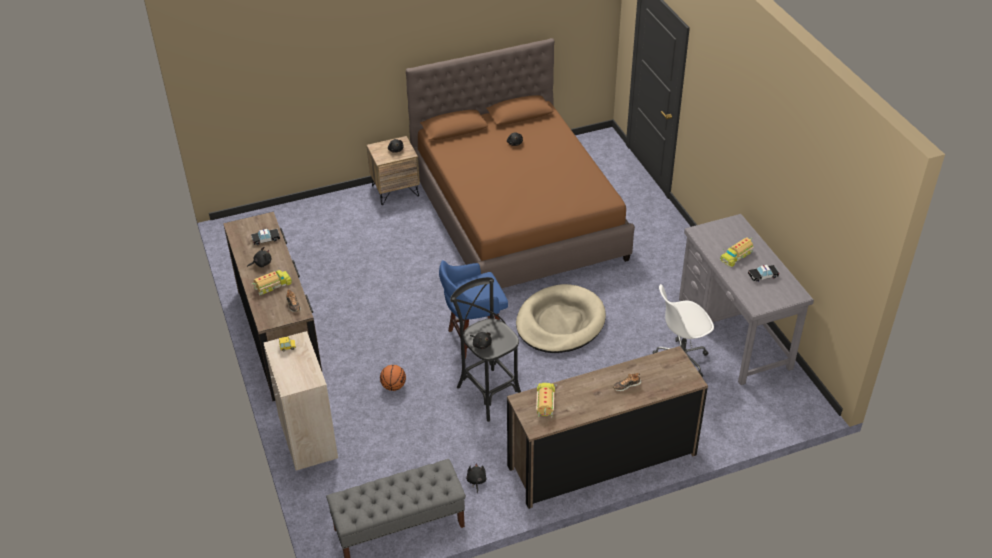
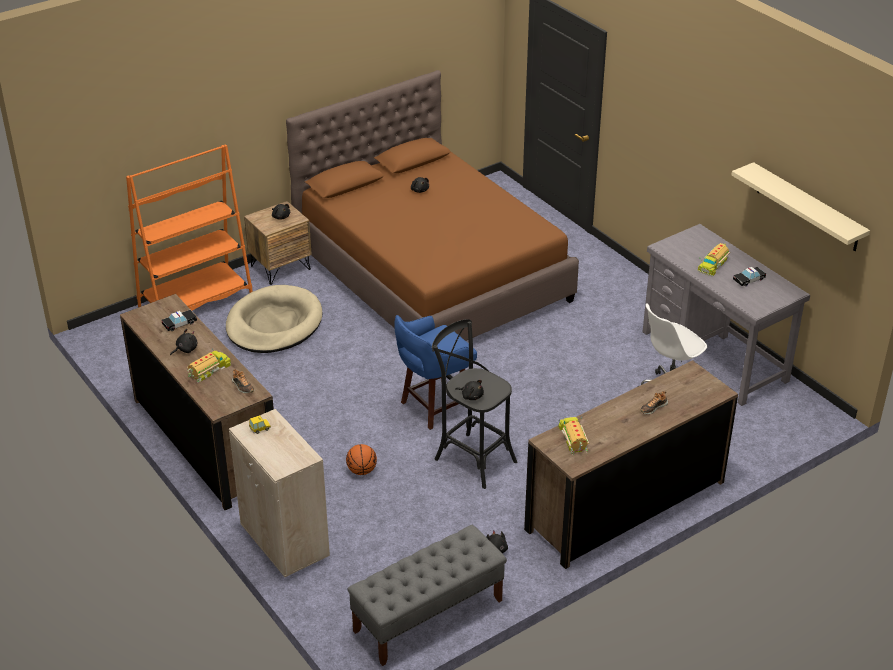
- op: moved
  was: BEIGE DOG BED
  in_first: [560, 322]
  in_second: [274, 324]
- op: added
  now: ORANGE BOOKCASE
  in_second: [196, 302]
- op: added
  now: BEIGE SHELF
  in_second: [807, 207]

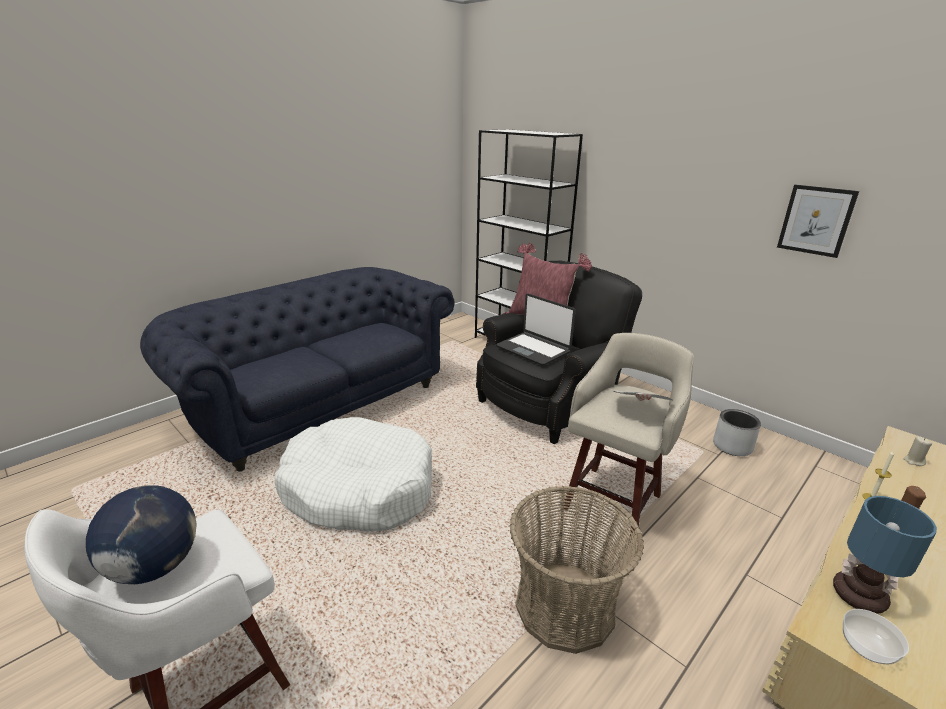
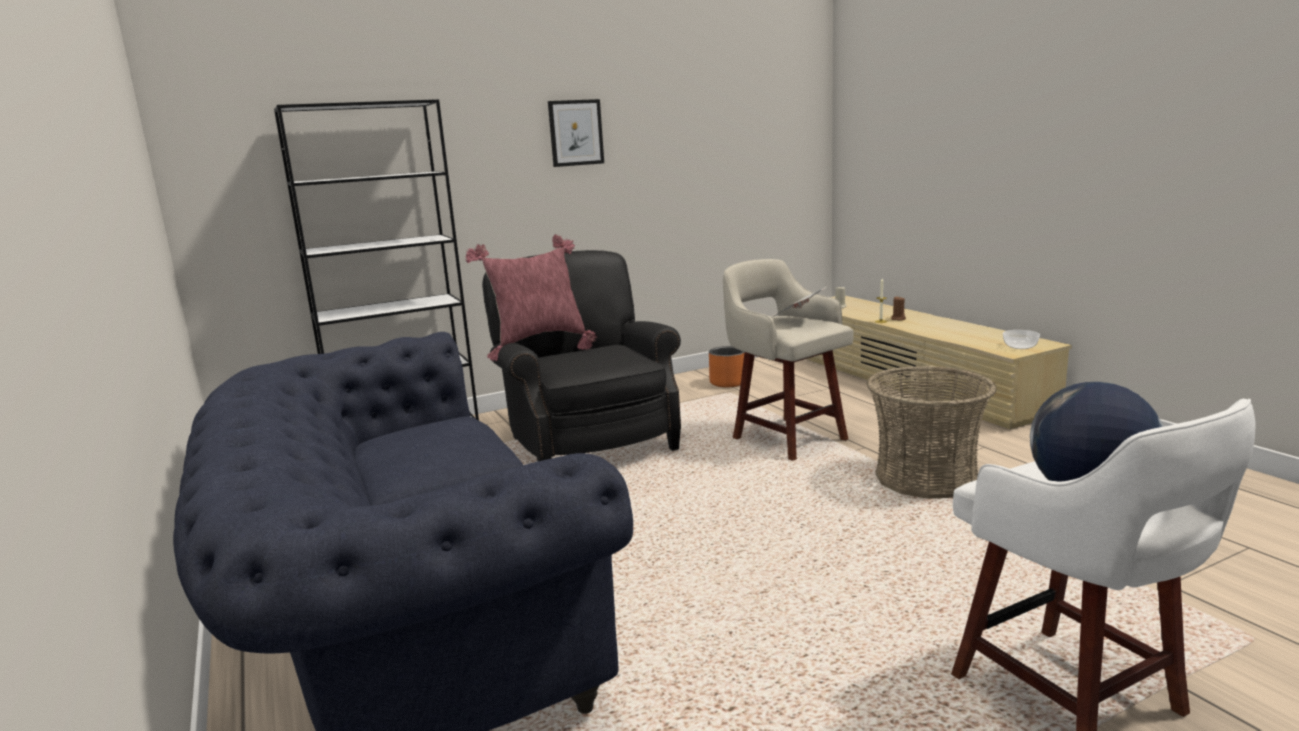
- op: moved
  was: PICTURE
  in_first: [816, 220]
  in_second: [576, 133]
- op: removed
  was: LAPTOP
  in_first: [533, 349]
- op: recoloured
  was: GREY PLANTER
  now: ORANGE PLANTER
  in_first: [732, 446]
  in_second: [728, 382]
- op: removed
  was: WHITE DOG BED
  in_first: [358, 488]
- op: removed
  was: TABLE LAMP
  in_first: [860, 596]

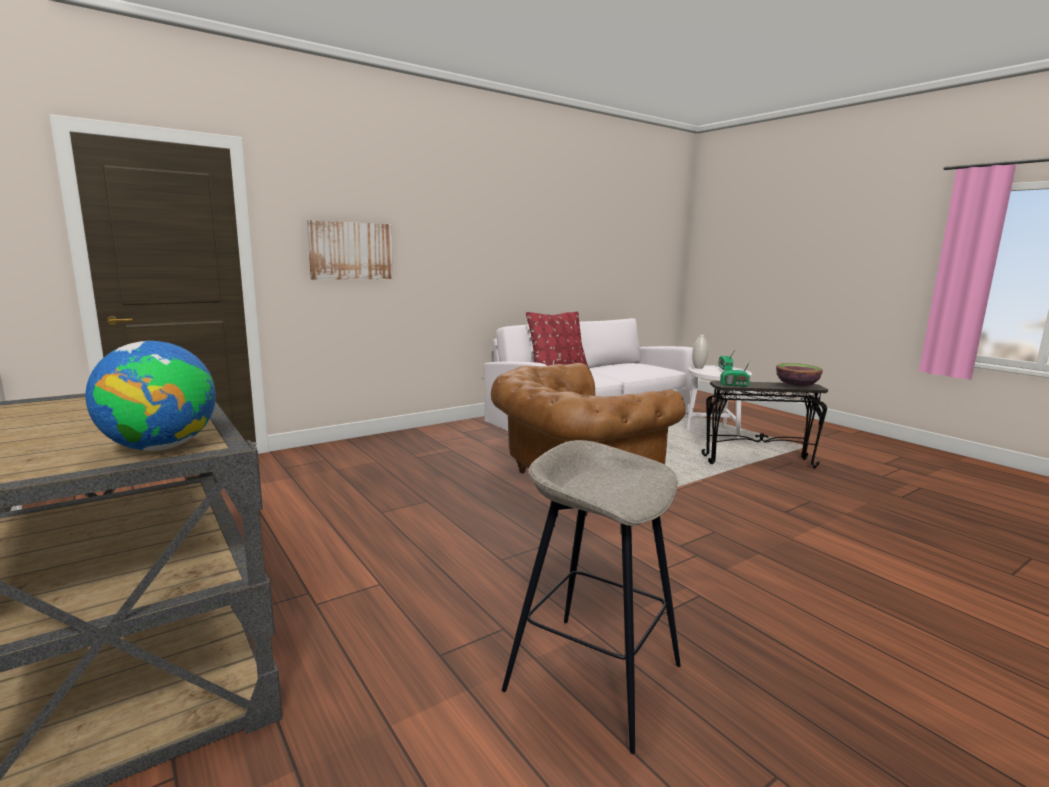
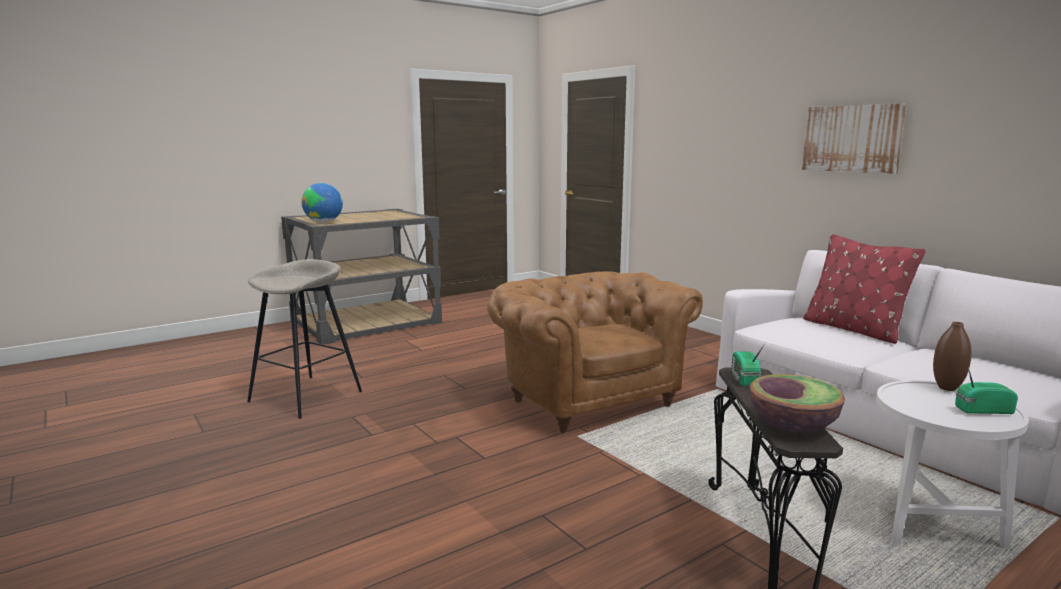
- op: moved
  was: PICTURE
  in_first: [351, 251]
  in_second: [852, 139]
- op: recoloured
  was: WHITE VASE
  now: BROWN VASE
  in_first: [698, 368]
  in_second: [947, 388]

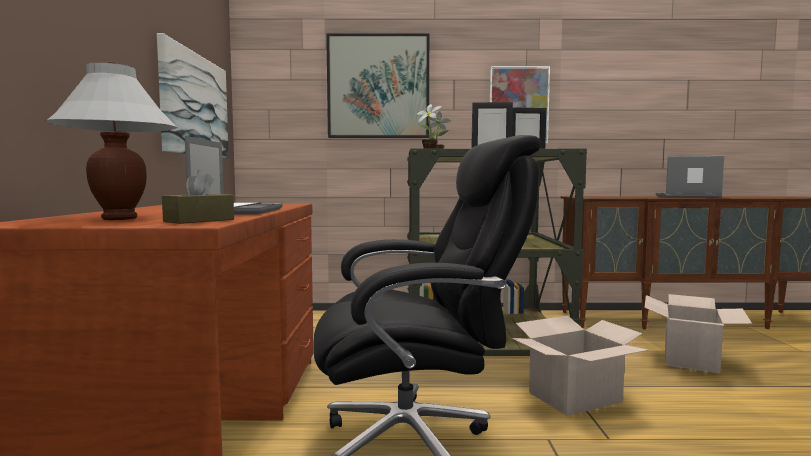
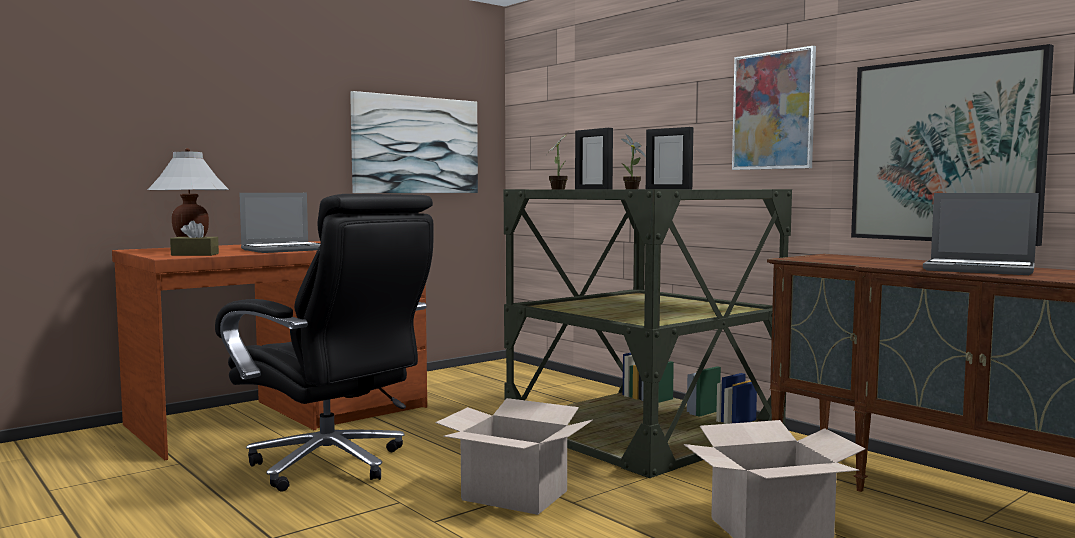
- op: moved
  was: PICTURE
  in_first: [378, 87]
  in_second: [945, 150]
- op: turned
  was: LAPTOP
  in_first: [686, 197]
  in_second: [980, 269]
  clockwise: 150

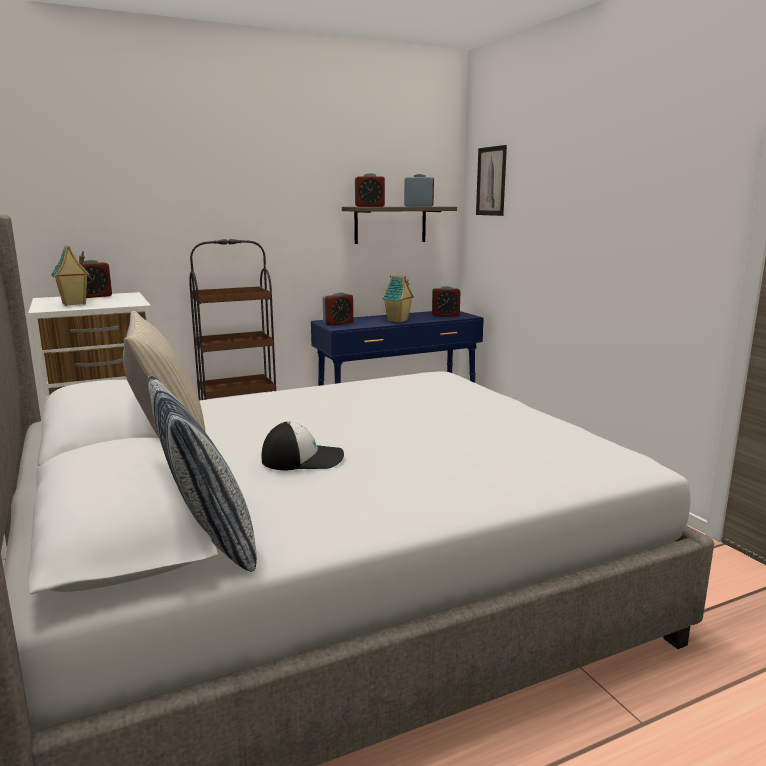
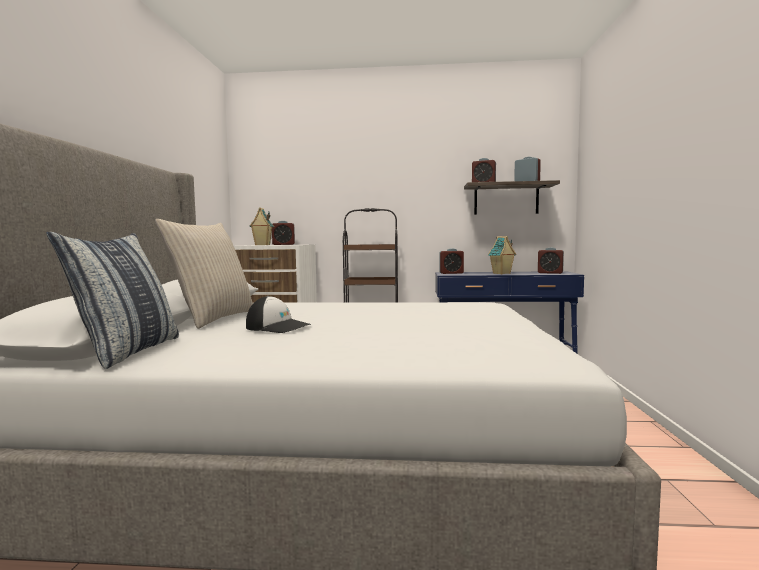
- op: removed
  was: PICTURE
  in_first: [491, 181]

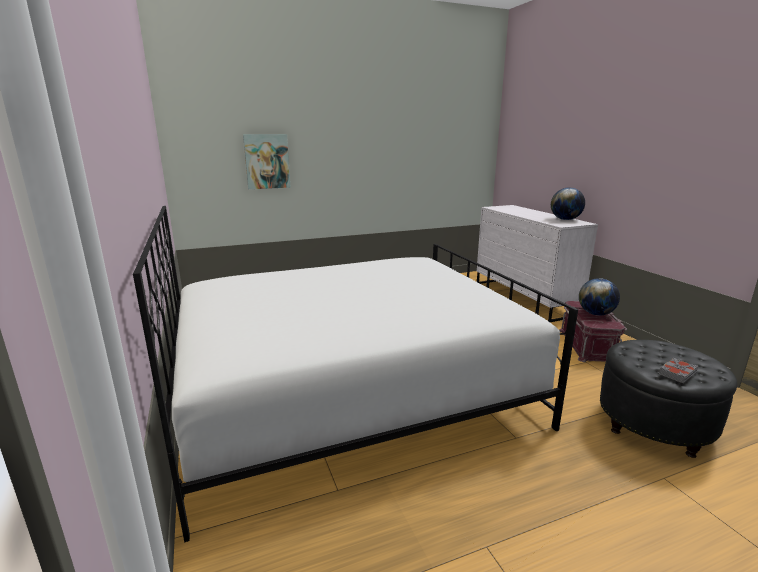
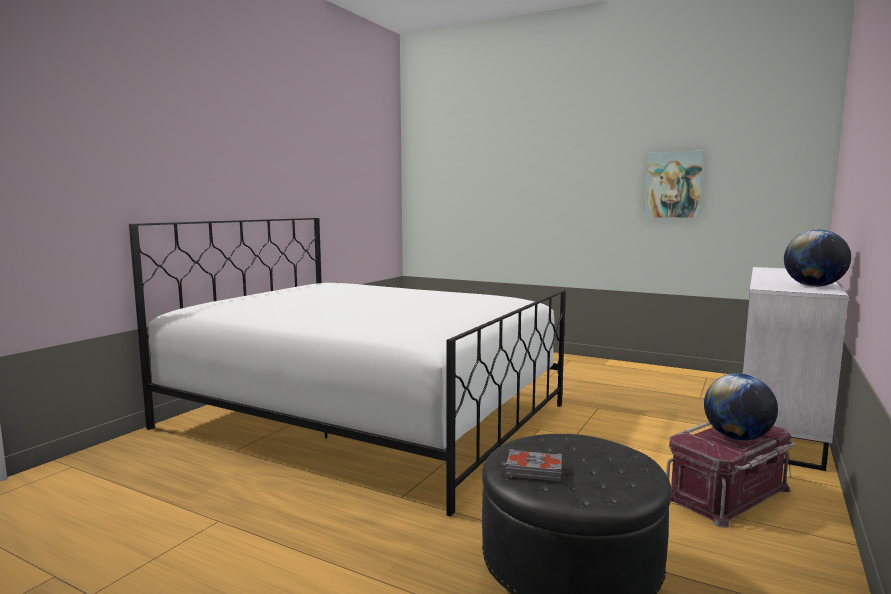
- op: moved
  was: PICTURE
  in_first: [267, 161]
  in_second: [673, 185]

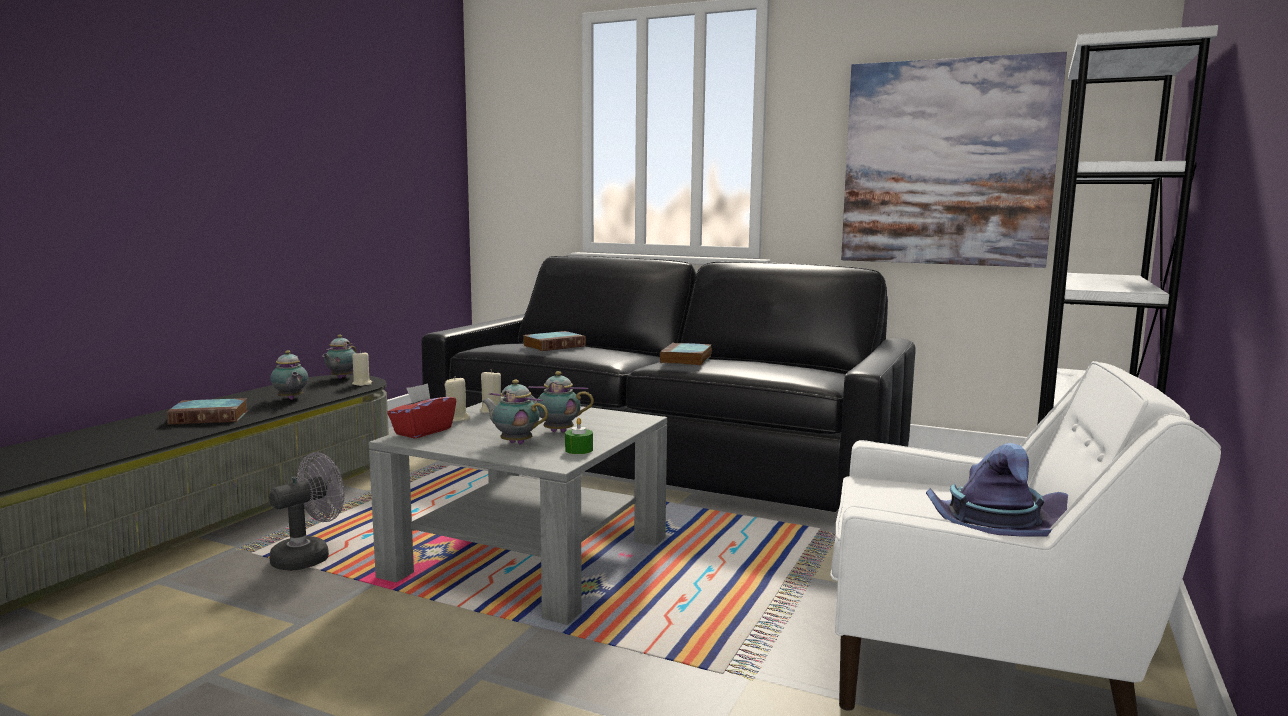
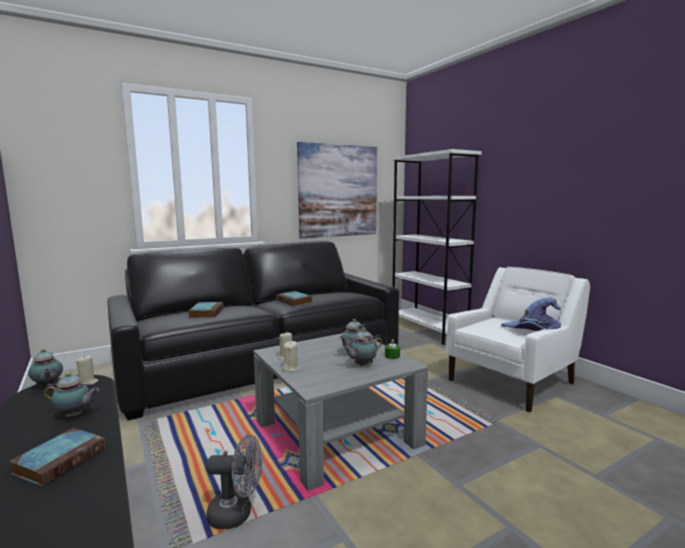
- op: removed
  was: RED TISSUE BOX
  in_first: [422, 431]
- op: turned
  was: GREY FAN
  in_first: [309, 557]
  in_second: [237, 514]
  clockwise: 105

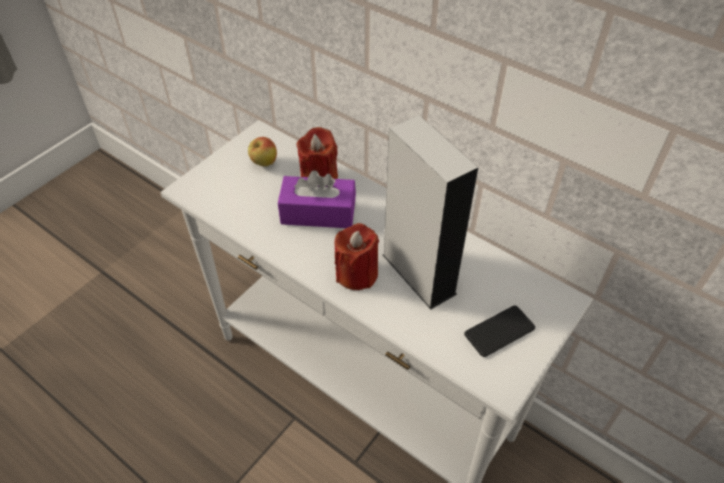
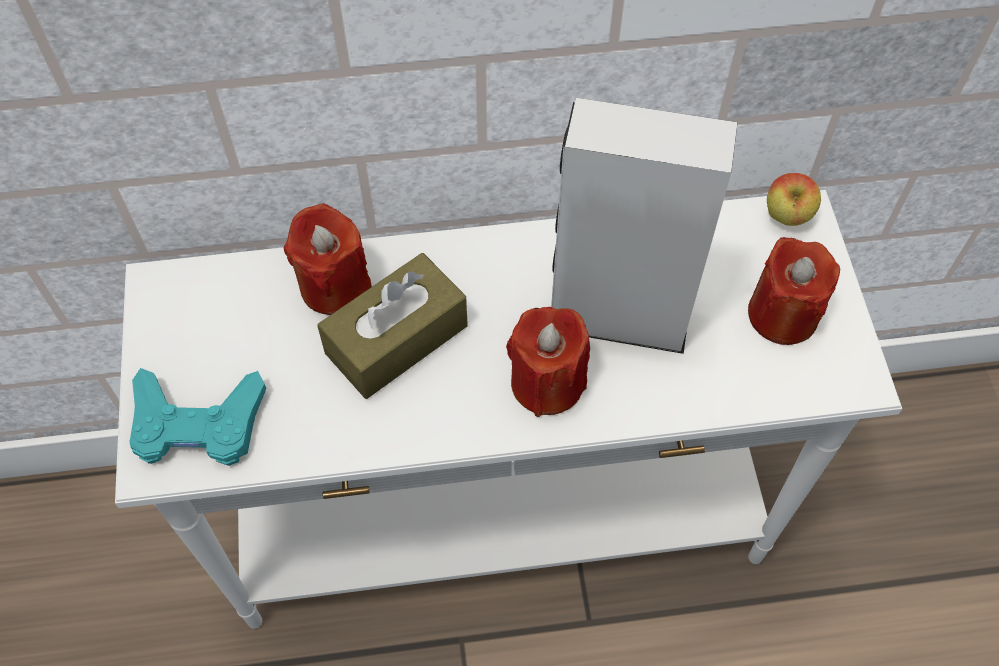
- op: moved
  was: APPLE
  in_first: [264, 163]
  in_second: [786, 217]
- op: recoloured
  was: PURPLE TISSUE BOX
  now: BROWN TISSUE BOX
  in_first: [318, 213]
  in_second: [396, 339]
- op: replaced
  was: PHONE
  now: RED CANDLE
  in_first: [499, 331]
  in_second: [782, 315]
- op: added
  now: TURQUOISE GAME CONTROLLER
  in_second: [197, 424]

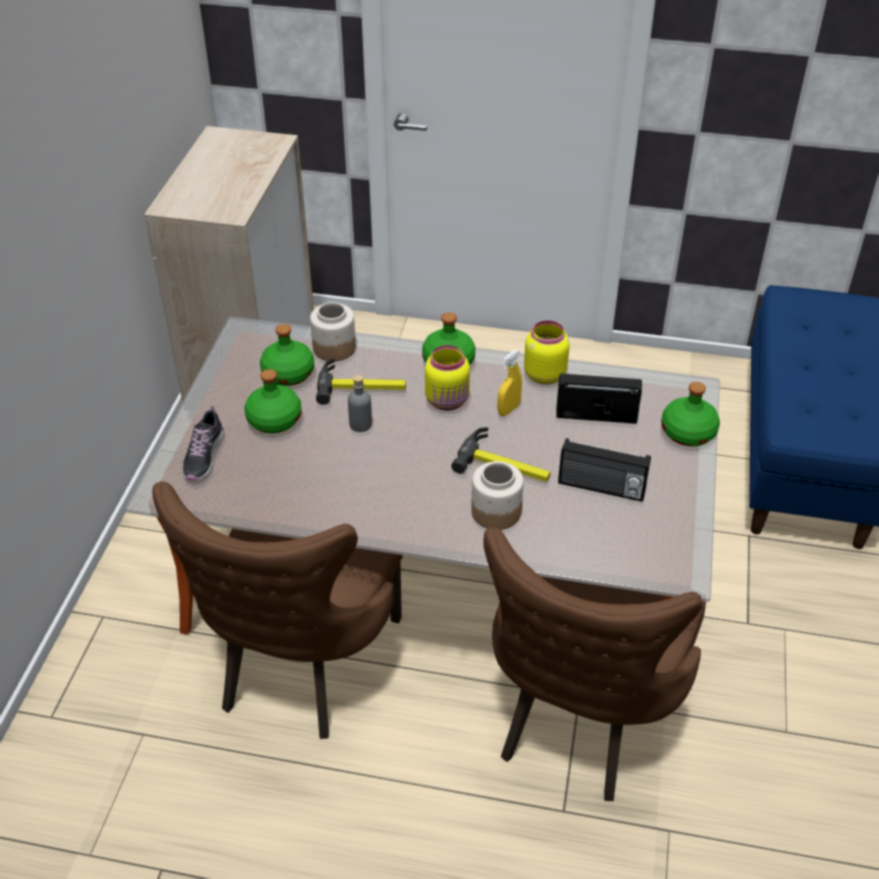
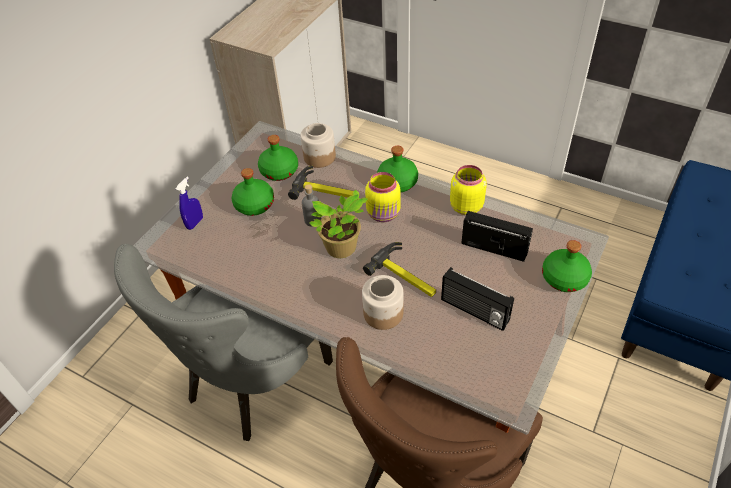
- op: removed
  was: YELLOW SPRAY BOTTLE
  in_first: [508, 409]
- op: replaced
  was: SHOE
  now: BLUE SPRAY BOTTLE
  in_first: [203, 456]
  in_second: [195, 223]
- op: recoloured
  was: BROWN CHAIR
  now: GREY CHAIR
  in_first: [302, 665]
  in_second: [252, 381]
- op: added
  now: POTTED PLANT
  in_second: [342, 249]

